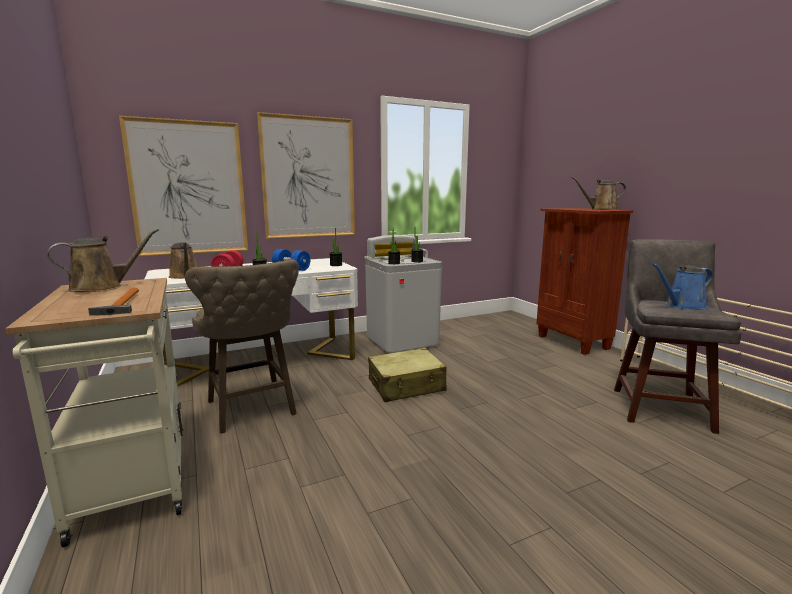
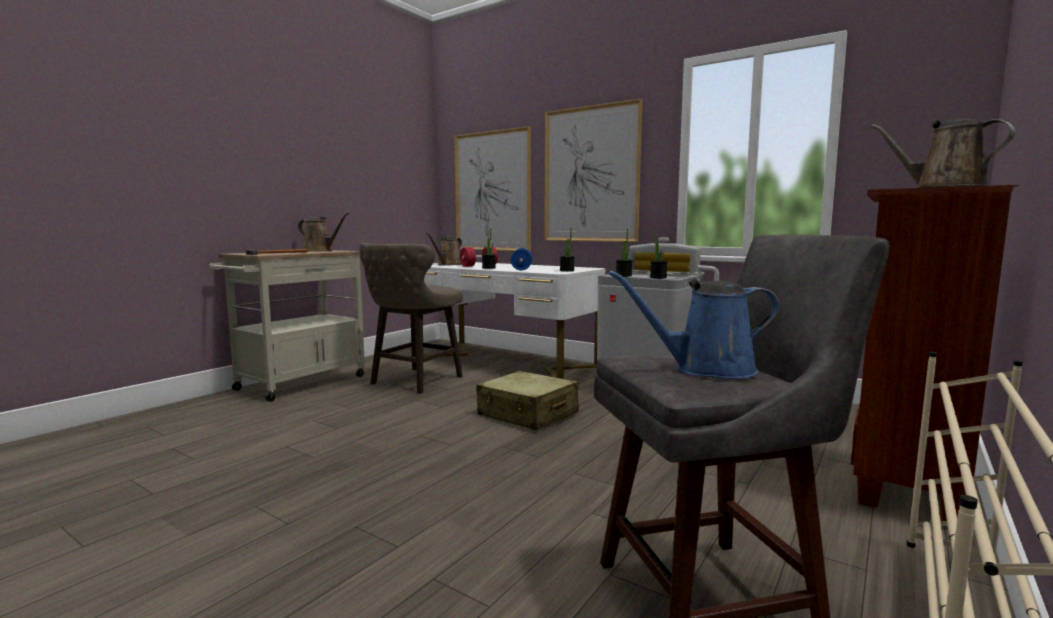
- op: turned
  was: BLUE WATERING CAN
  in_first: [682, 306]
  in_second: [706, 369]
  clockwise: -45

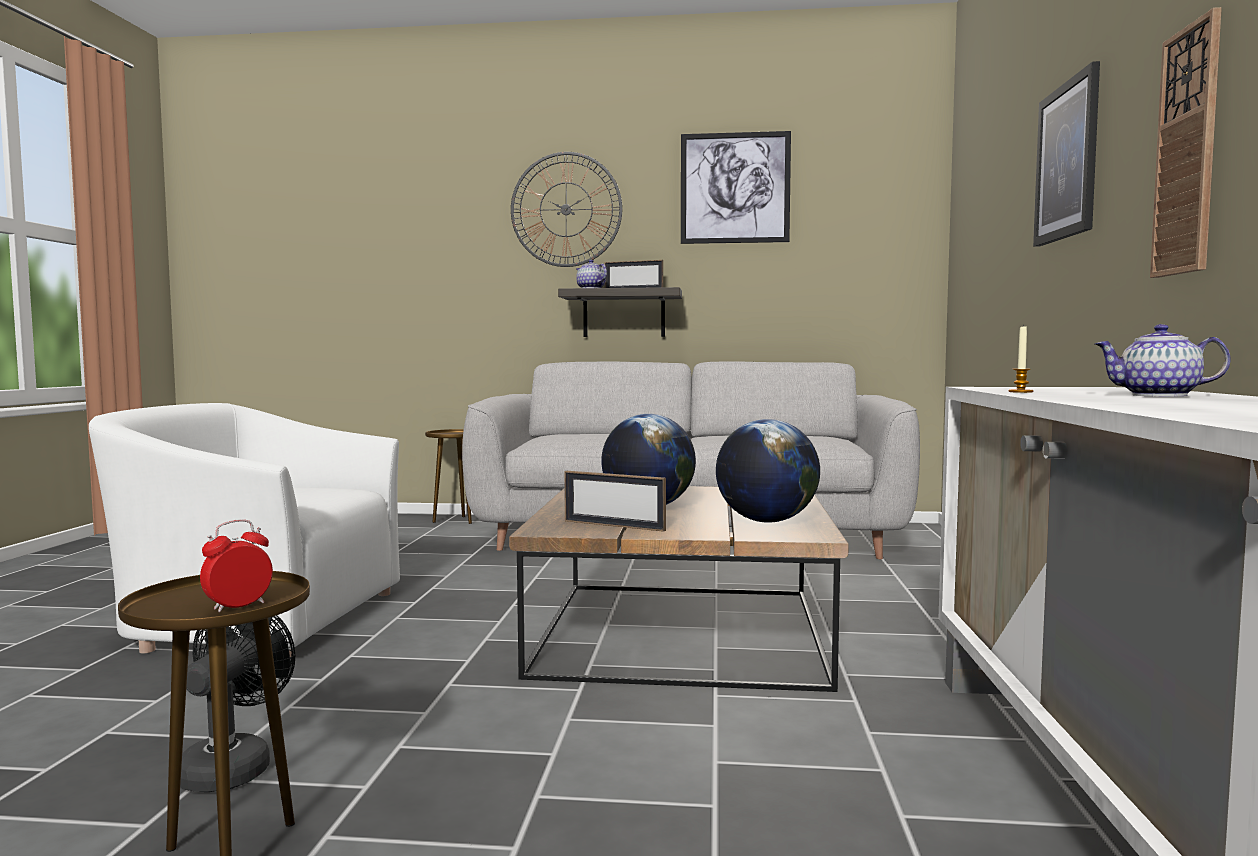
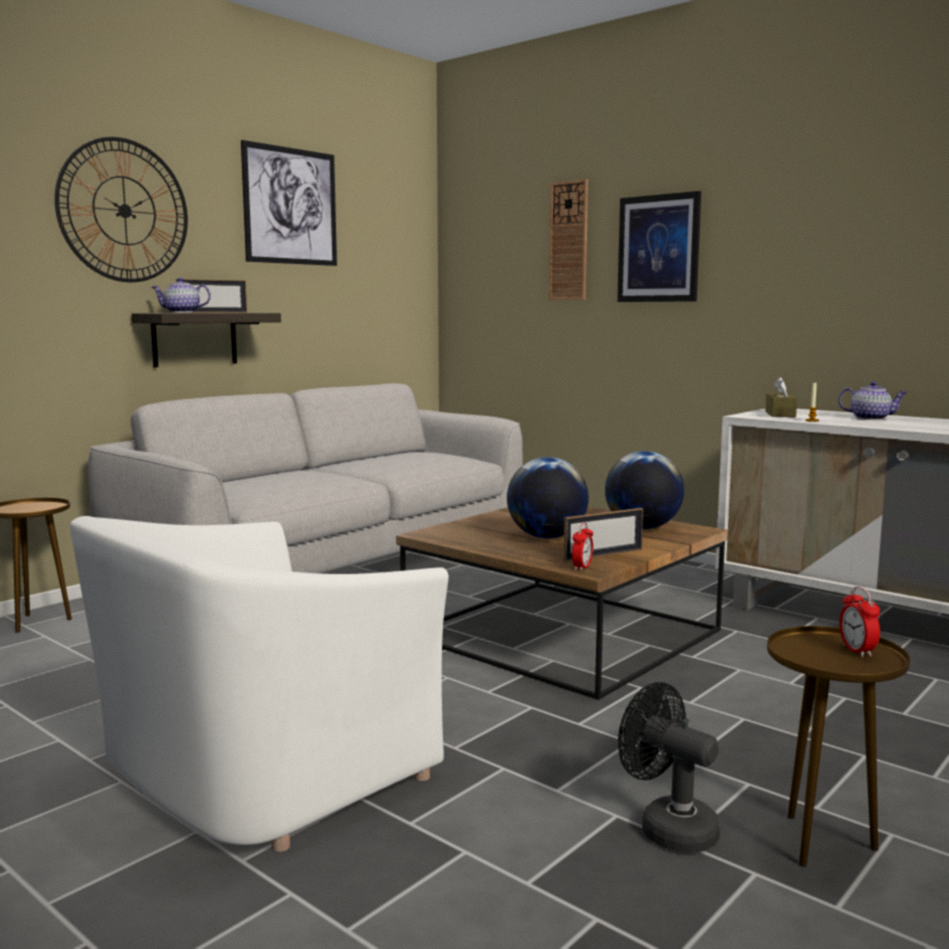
- op: moved
  was: WALL CLOCK
  in_first: [1187, 151]
  in_second: [569, 241]
- op: turned
  was: TEAPOT
  in_first: [1158, 395]
  in_second: [870, 418]
  clockwise: -120
- op: added
  now: BROWN TISSUE BOX
  in_second: [780, 414]
- op: added
  now: ALARM CLOCK
  in_second: [582, 567]

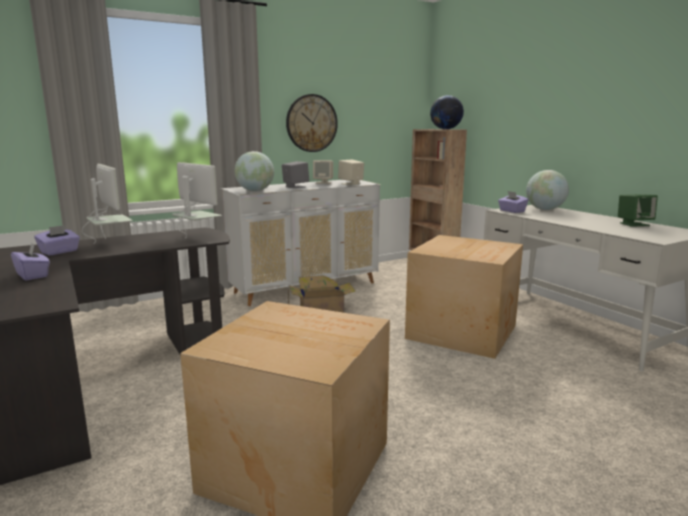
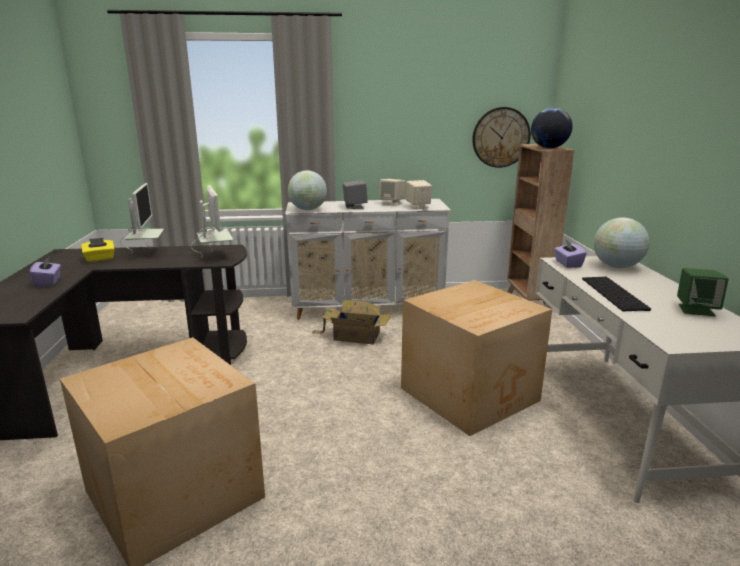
- op: moved
  was: WALL CLOCK
  in_first: [311, 123]
  in_second: [501, 137]
- op: recoloured
  was: PURPLE TISSUE BOX
  now: YELLOW TISSUE BOX
  in_first: [60, 252]
  in_second: [100, 259]
- op: added
  now: KEYBOARD
  in_second: [615, 293]

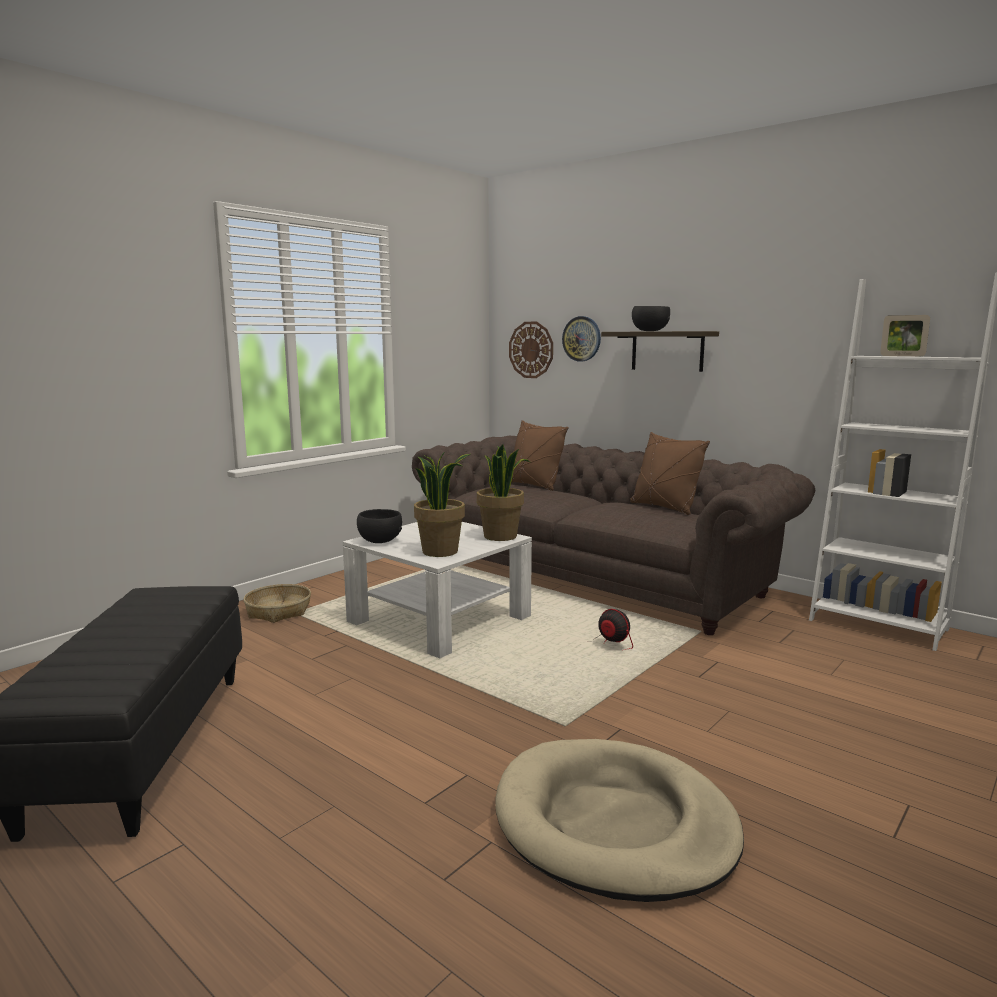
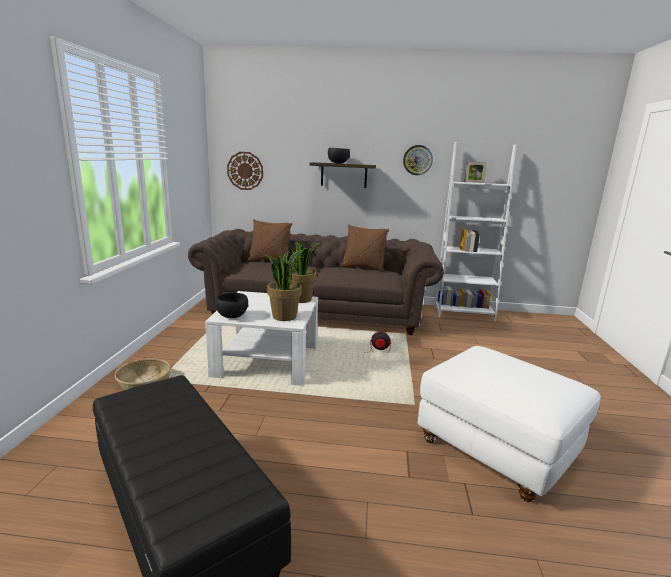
- op: moved
  was: WALL CLOCK
  in_first: [582, 339]
  in_second: [417, 160]
- op: replaced
  was: BEIGE DOG BED
  now: WHITE OTTOMAN
  in_first: [614, 824]
  in_second: [497, 448]

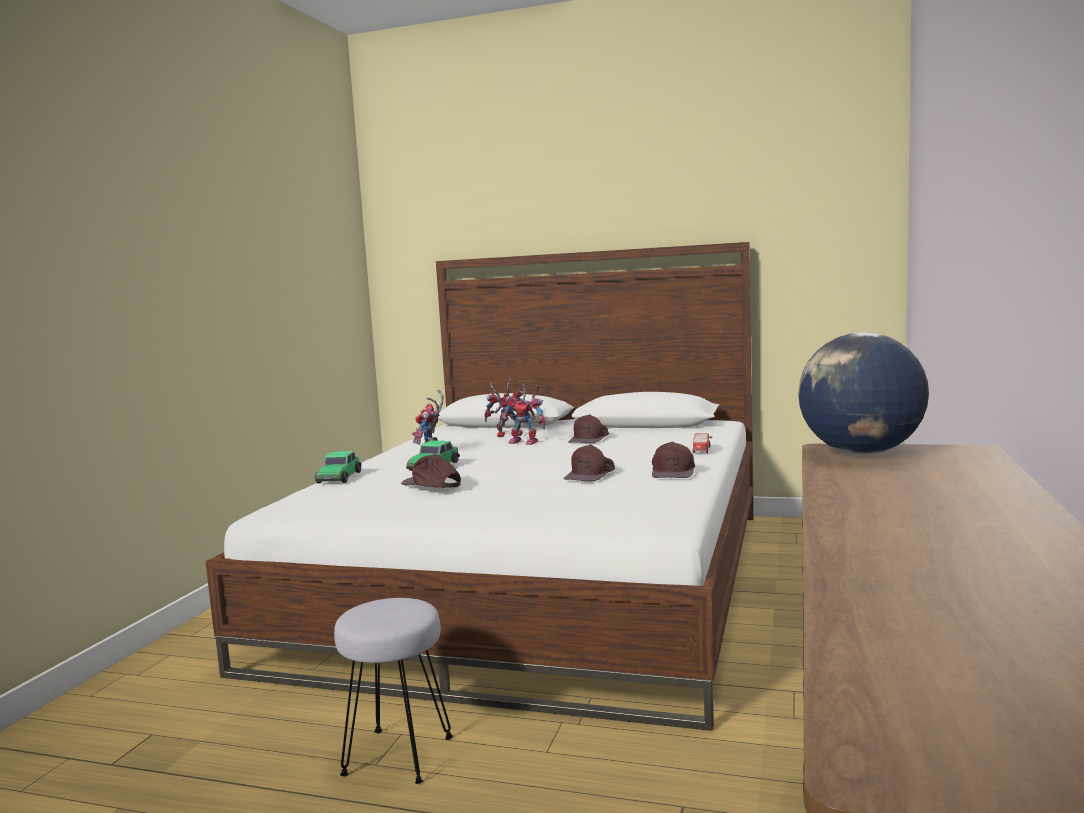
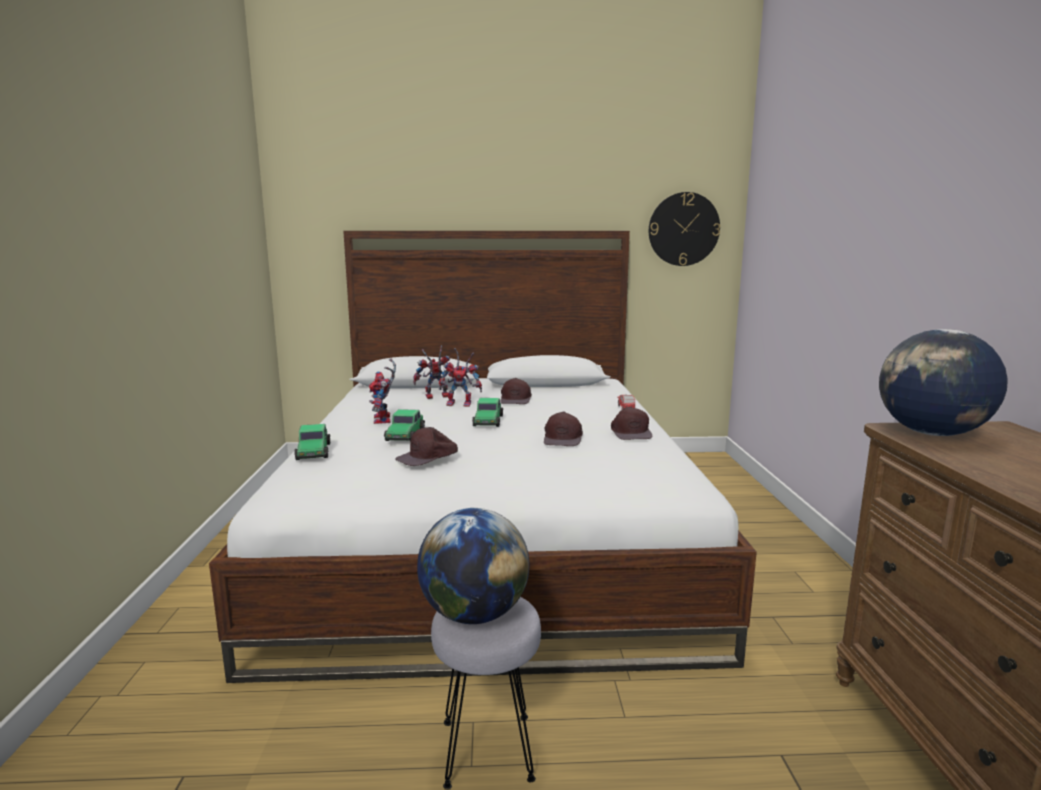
- op: turned
  was: BROWN CAP
  in_first: [432, 484]
  in_second: [428, 457]
  clockwise: -60
- op: added
  now: WALL CLOCK
  in_second: [683, 229]
- op: added
  now: TOY CAR
  in_second: [488, 421]
- op: added
  now: GLOBE
  in_second: [474, 614]

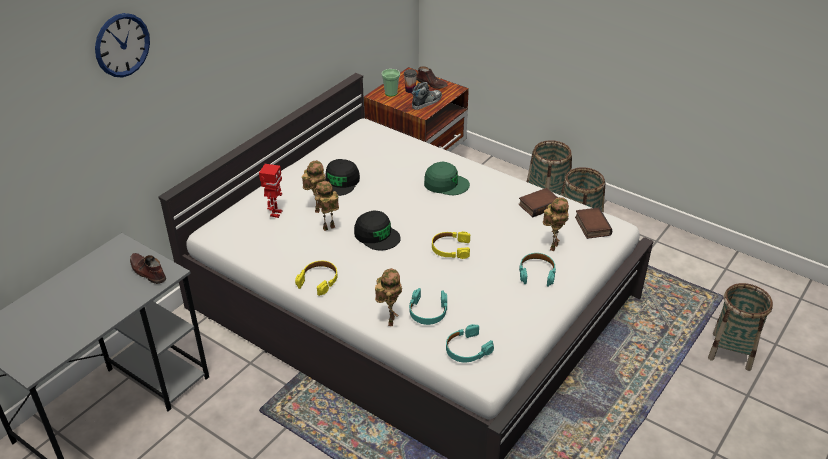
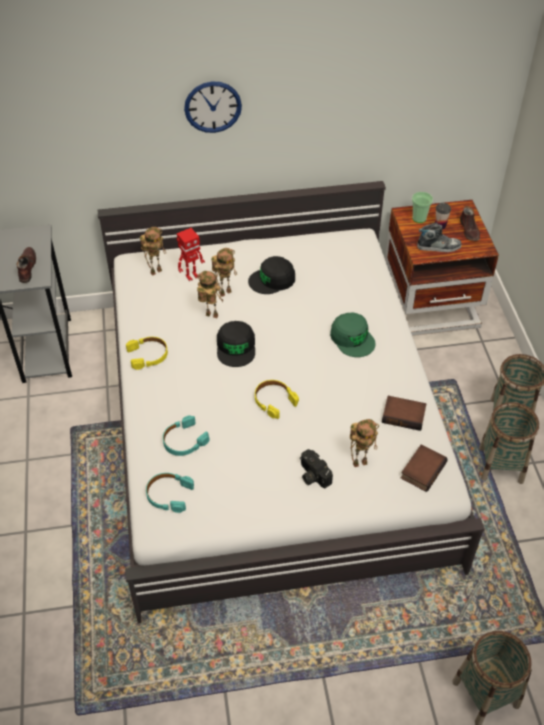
- op: moved
  was: WALL CLOCK
  in_first: [122, 45]
  in_second: [213, 107]
- op: replaced
  was: TURQUOISE HEADPHONES
  now: PHOTO CAMERA
  in_first: [537, 273]
  in_second: [312, 475]
- op: moved
  was: TOY ROBOT
  in_first: [389, 320]
  in_second: [156, 271]

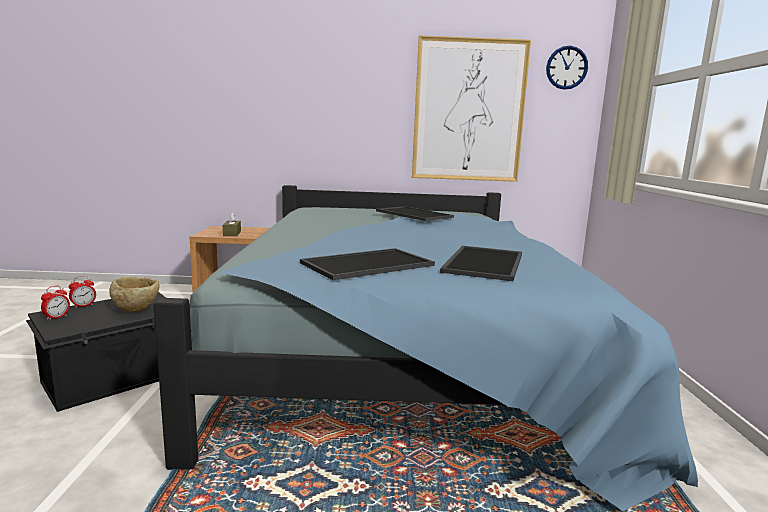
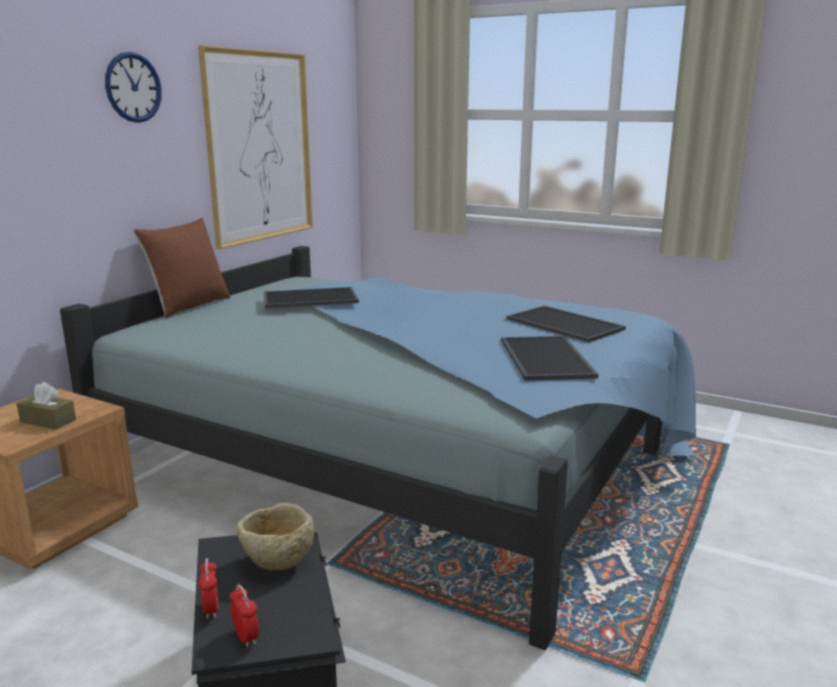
- op: moved
  was: WALL CLOCK
  in_first: [566, 67]
  in_second: [133, 87]
- op: added
  now: BROWN PILLOW
  in_second: [189, 306]

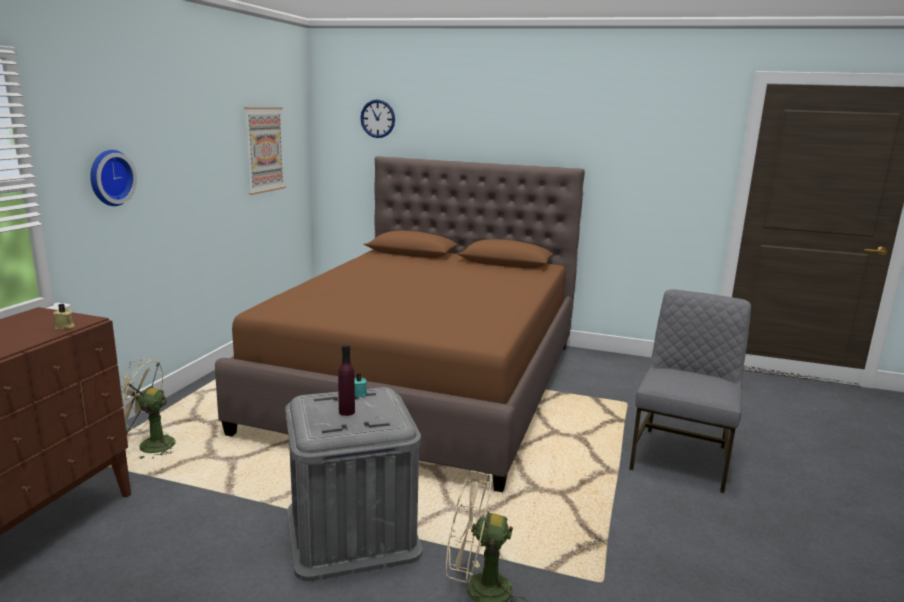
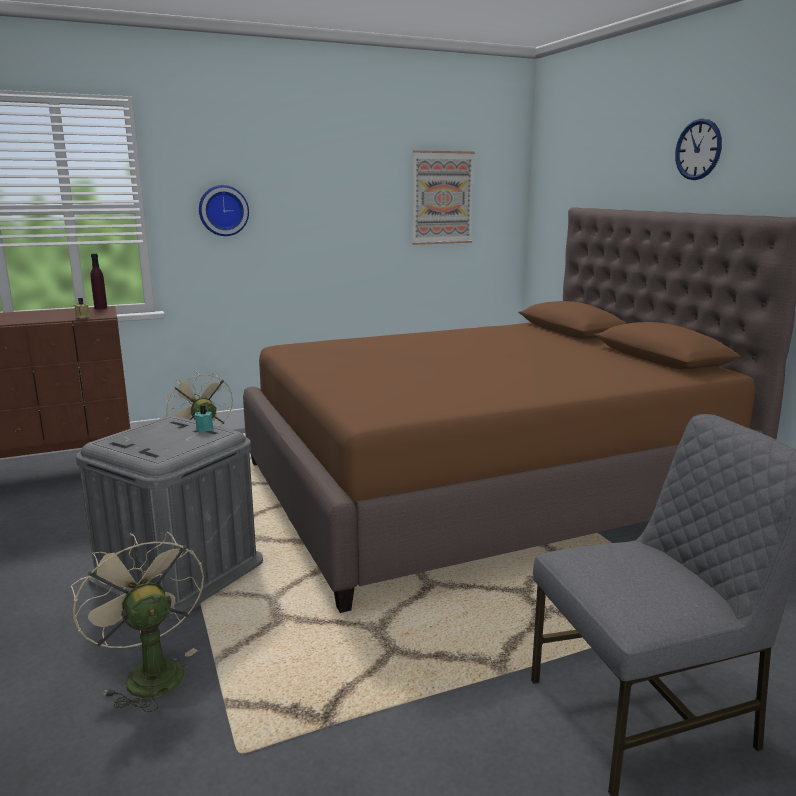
- op: moved
  was: WALL CLOCK
  in_first: [377, 118]
  in_second: [698, 149]
- op: moved
  was: PURPLE BOTTLE
  in_first: [346, 412]
  in_second: [101, 308]

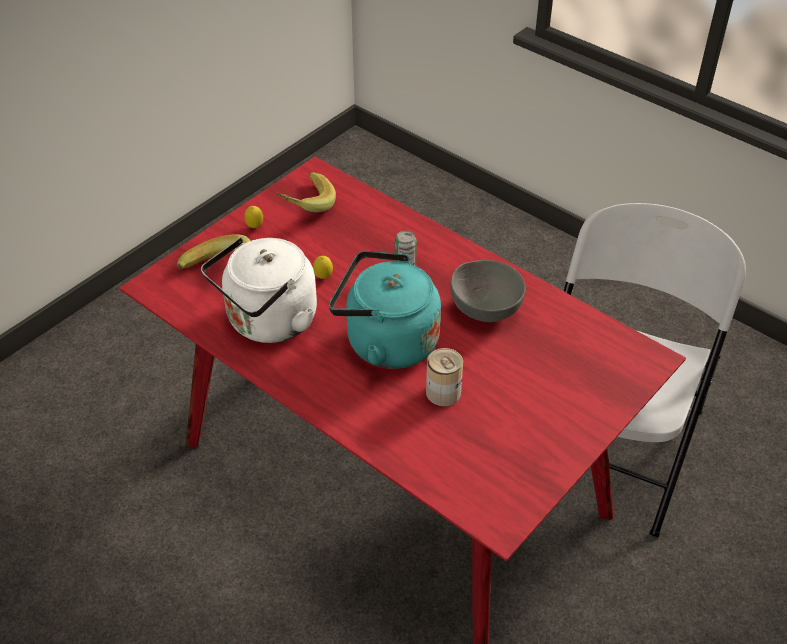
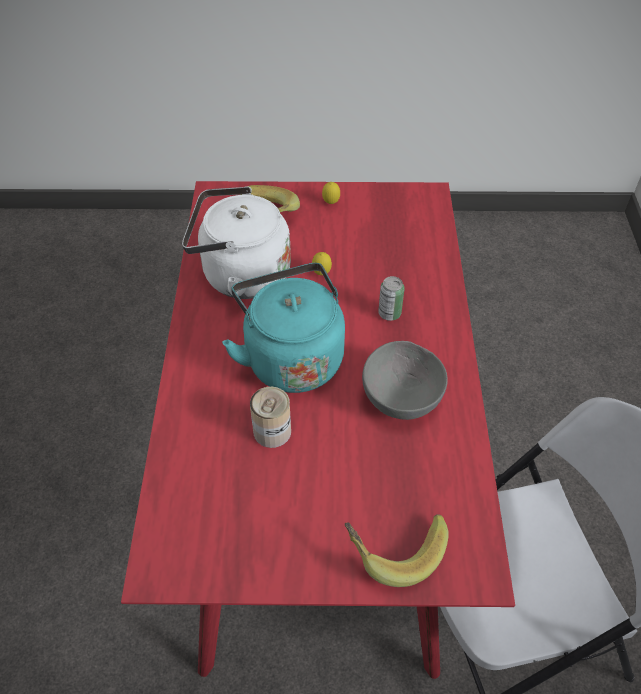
- op: moved
  was: BANANA
  in_first: [304, 204]
  in_second: [394, 548]

